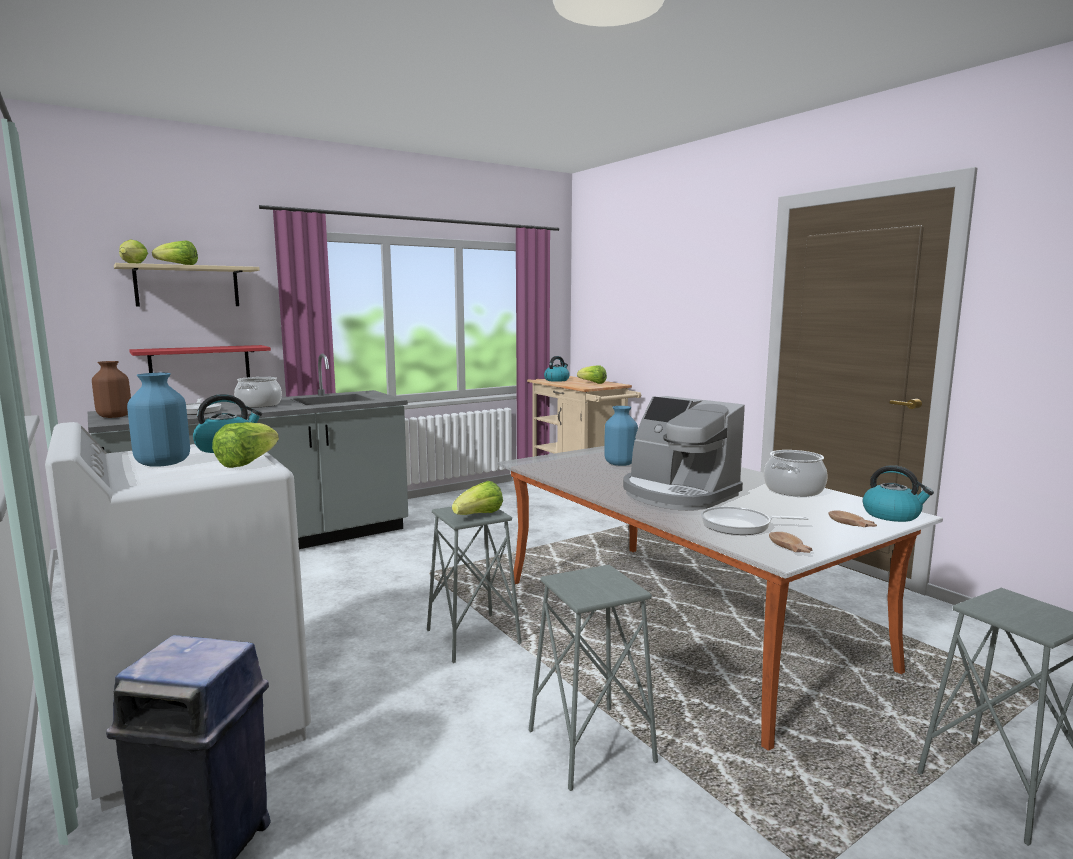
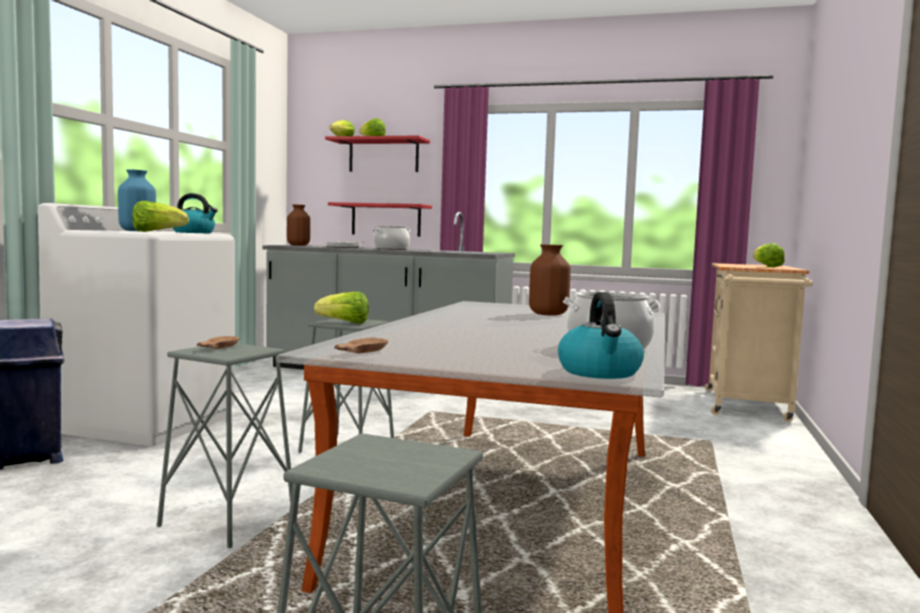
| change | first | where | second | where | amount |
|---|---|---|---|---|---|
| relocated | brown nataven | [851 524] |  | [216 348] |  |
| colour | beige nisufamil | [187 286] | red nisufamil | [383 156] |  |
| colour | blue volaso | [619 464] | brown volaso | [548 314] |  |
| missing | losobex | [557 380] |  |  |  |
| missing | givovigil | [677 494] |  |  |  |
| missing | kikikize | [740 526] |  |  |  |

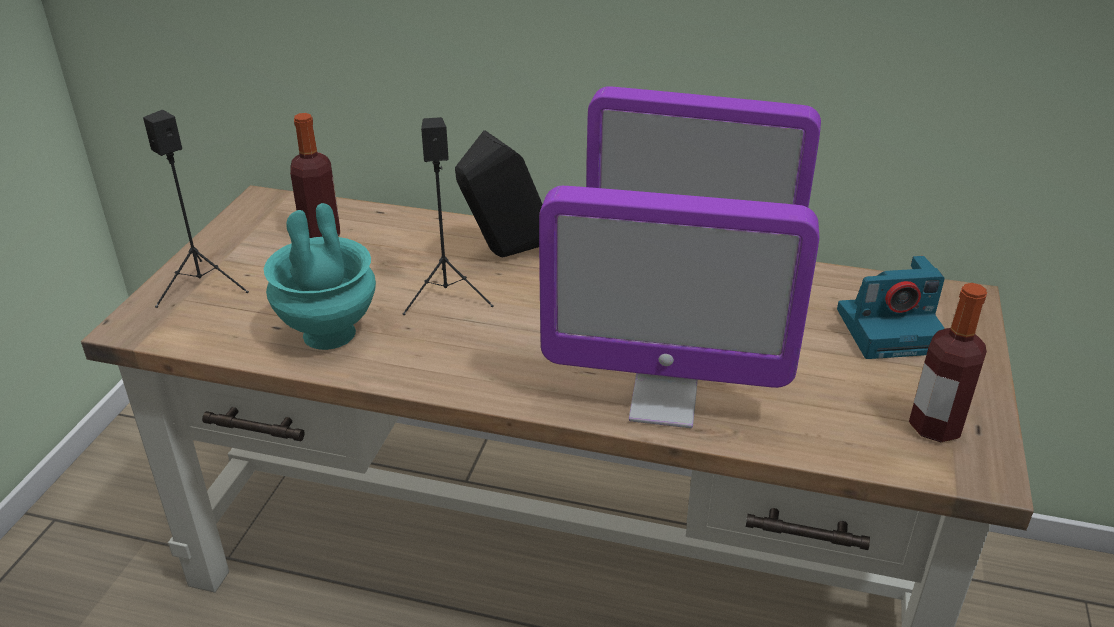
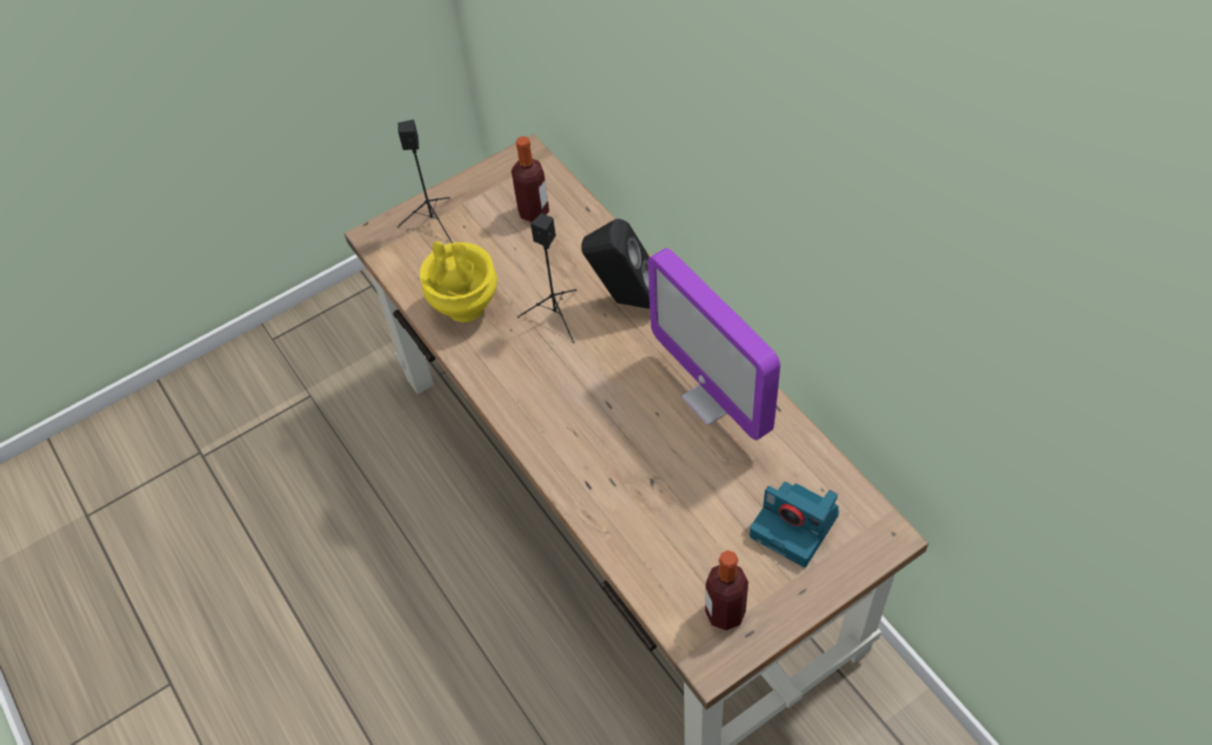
| change | first | where | second | where | amount |
|---|---|---|---|---|---|
| colour | turquoise volaso | [328 334] | yellow volaso | [464 308] |  |
| missing | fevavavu | [663 402] |  |  |  |

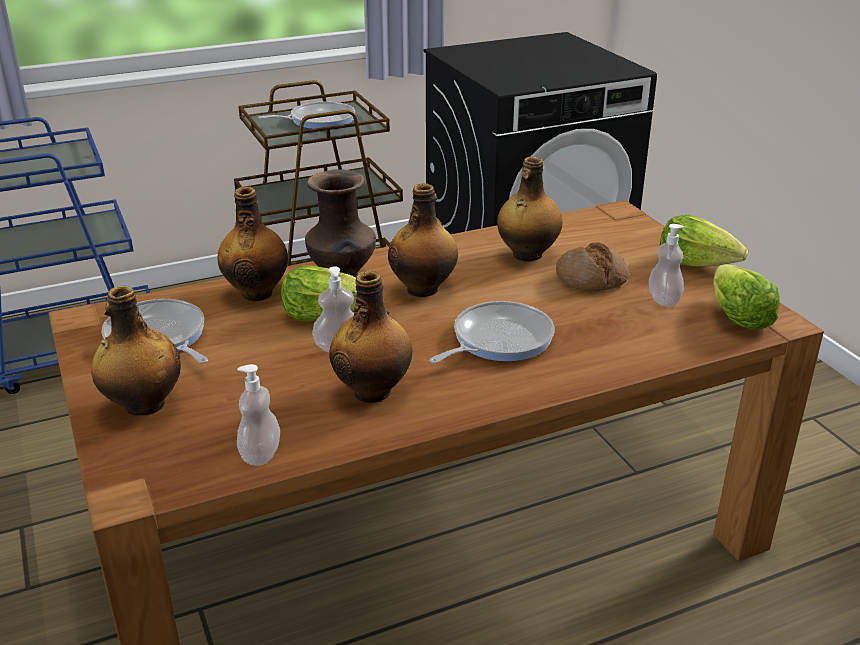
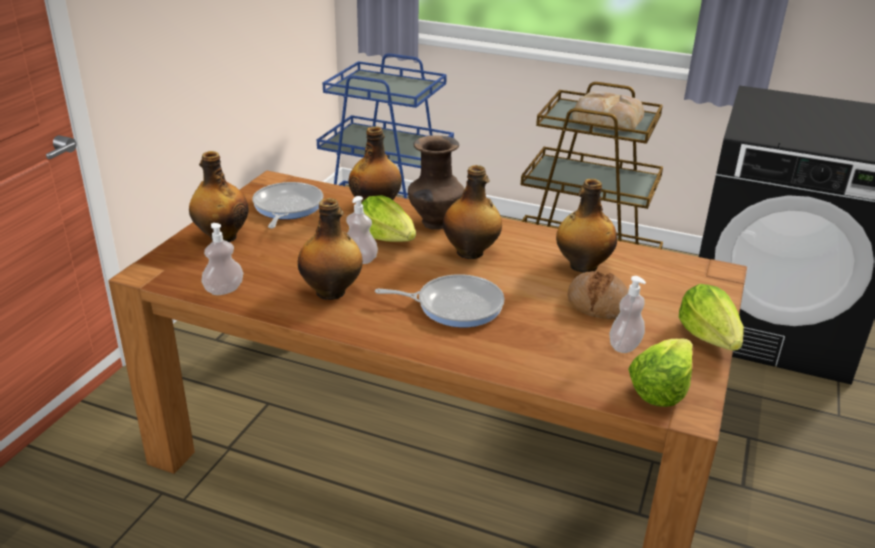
| change | first | where | second | where | amount |
|---|---|---|---|---|---|
| exchanged | kikikize | [318 121] | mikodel | [606 118] |  |

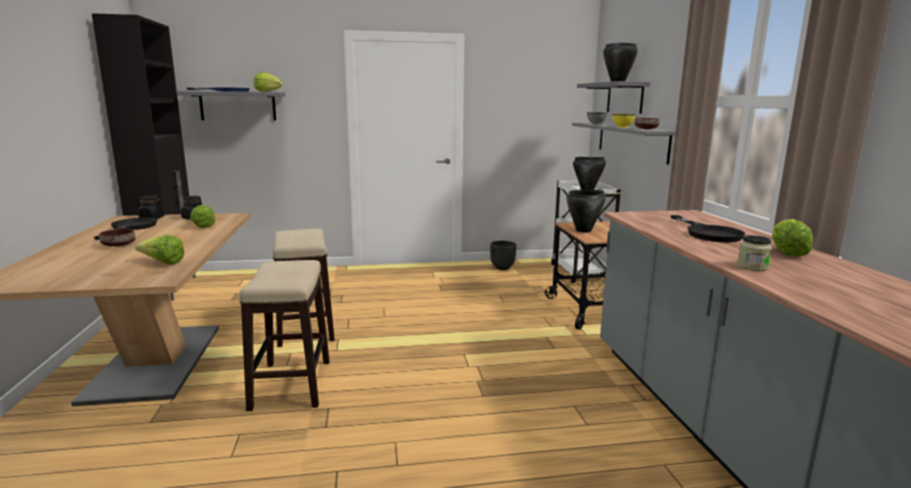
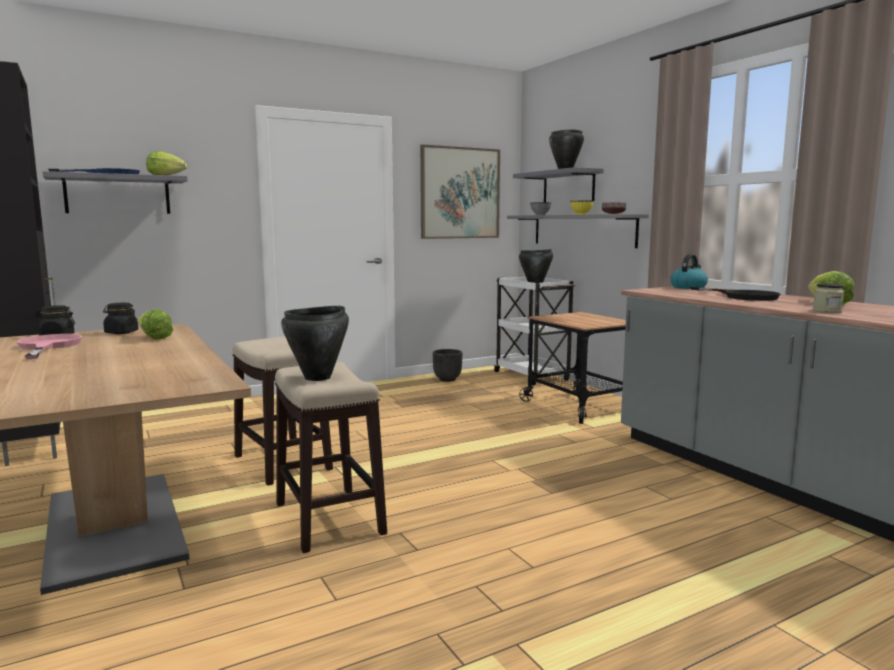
| change | first | where | second | where | amount |
|---|---|---|---|---|---|
| colour | black kikikize | [130 228] | pink kikikize | [47 347] |  |
| relocated | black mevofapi | [584 231] |  | [318 378] |  |
| appeared |  |  | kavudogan | [460 193] |  |
| appeared |  |  | losobex | [688 287] |  |
| missing | brown nataven | [119 245] |  |  |  |
| missing | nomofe | [163 263] |  |  |  |

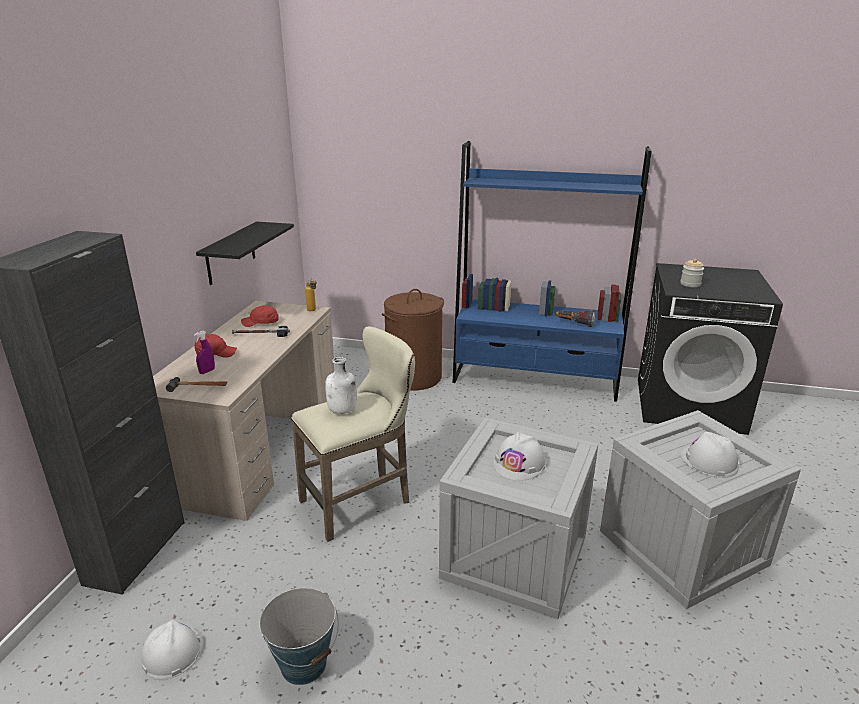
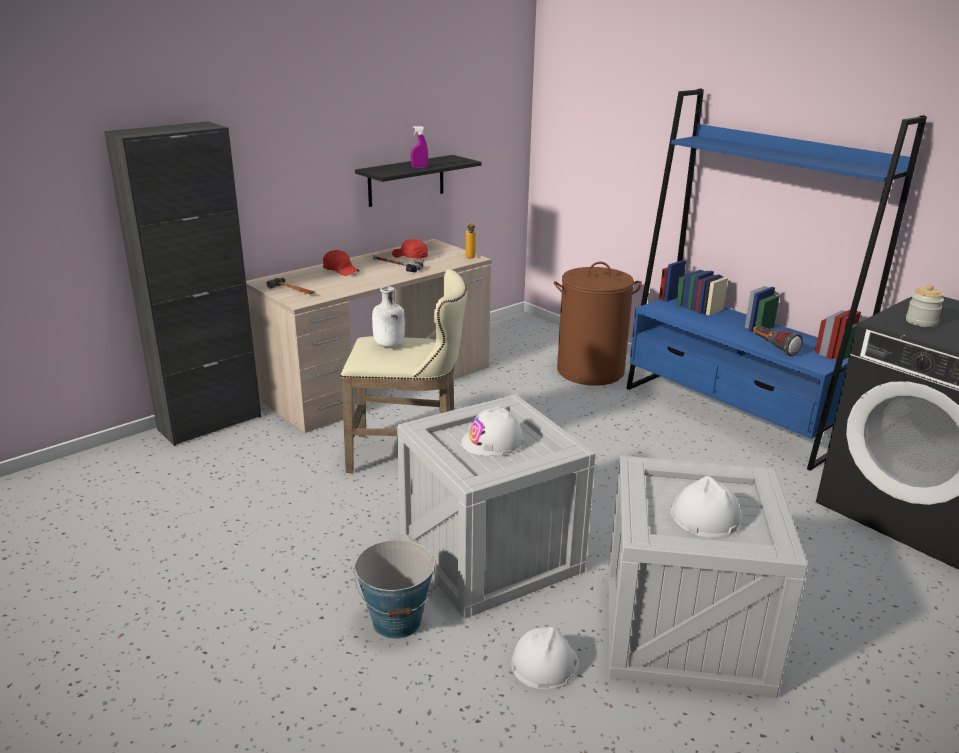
| change | first | where | second | where | amount |
|---|---|---|---|---|---|
| relocated | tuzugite | [304 664] |  | [397 621] |  |
| relocated | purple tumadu | [207 371] |  | [419 167] |  |
| relocated | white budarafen | [172 652] |  | [544 663] |  |

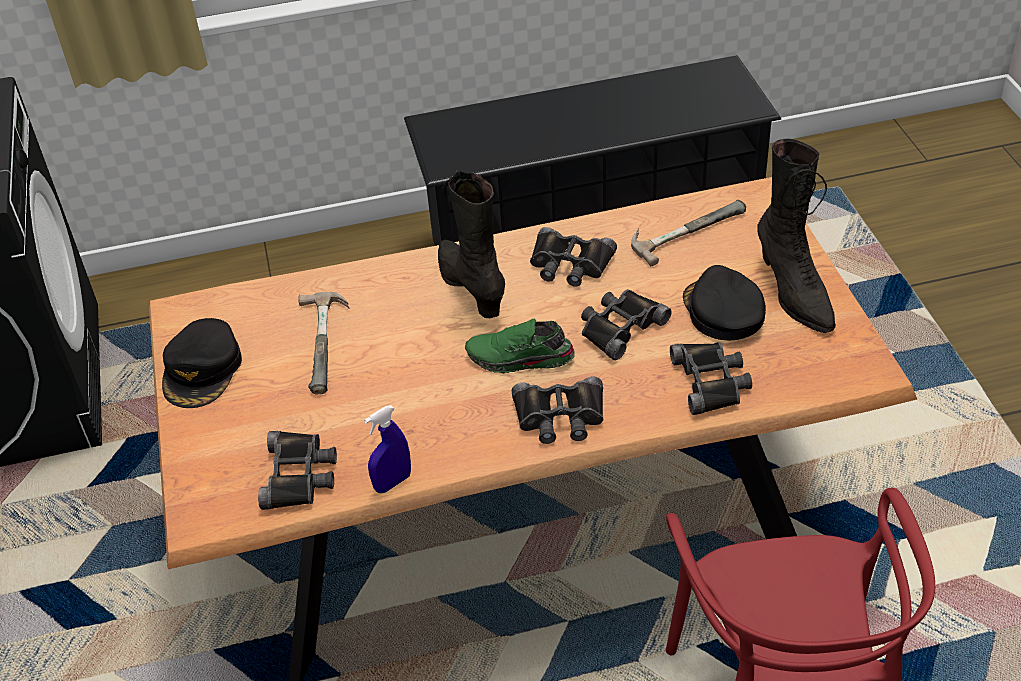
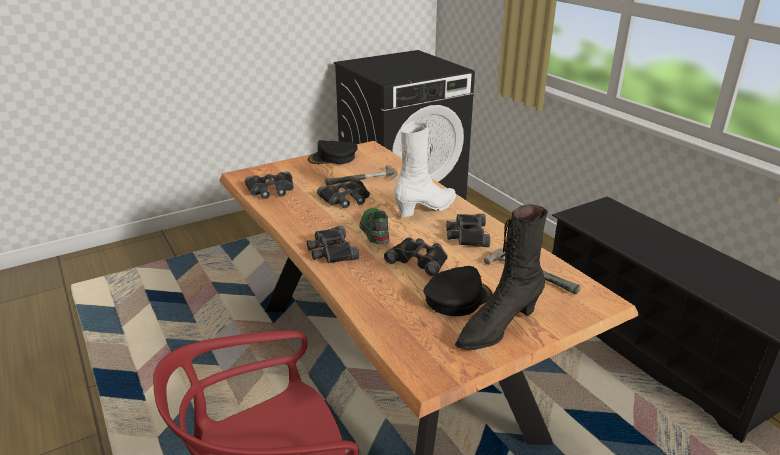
| change | first | where | second | where | amount |
|---|---|---|---|---|---|
| relocated | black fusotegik | [711 381] |  | [346 199] |  |
| colour | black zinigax | [471 287] | white zinigax | [427 209] |  |
| missing | blue tumadu | [393 482] |  |  |  |

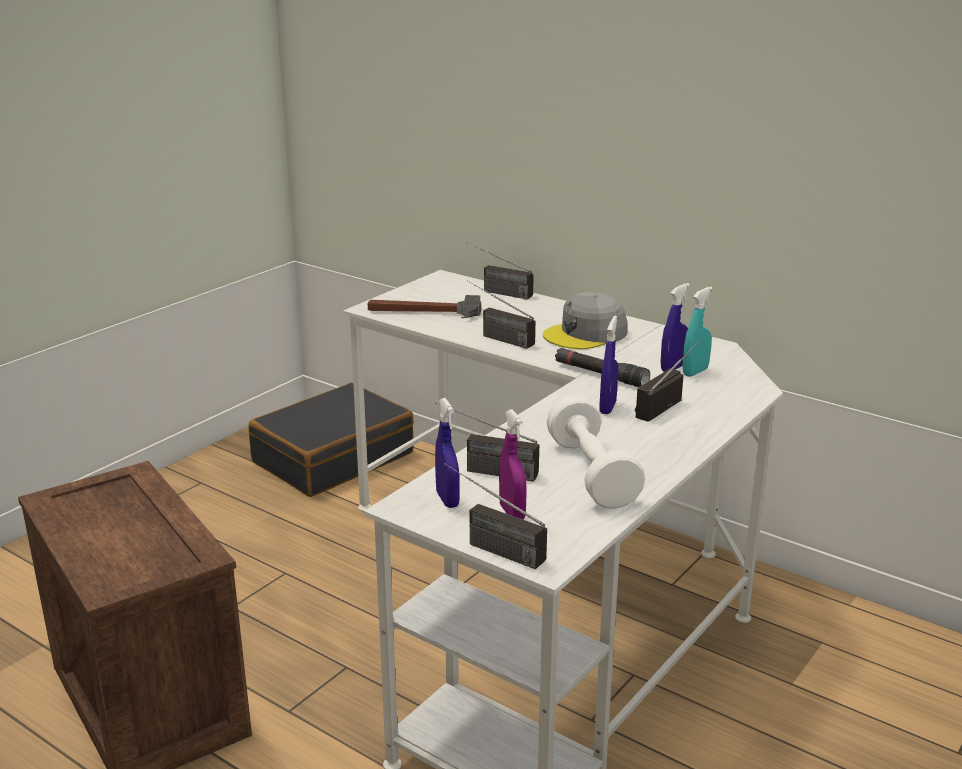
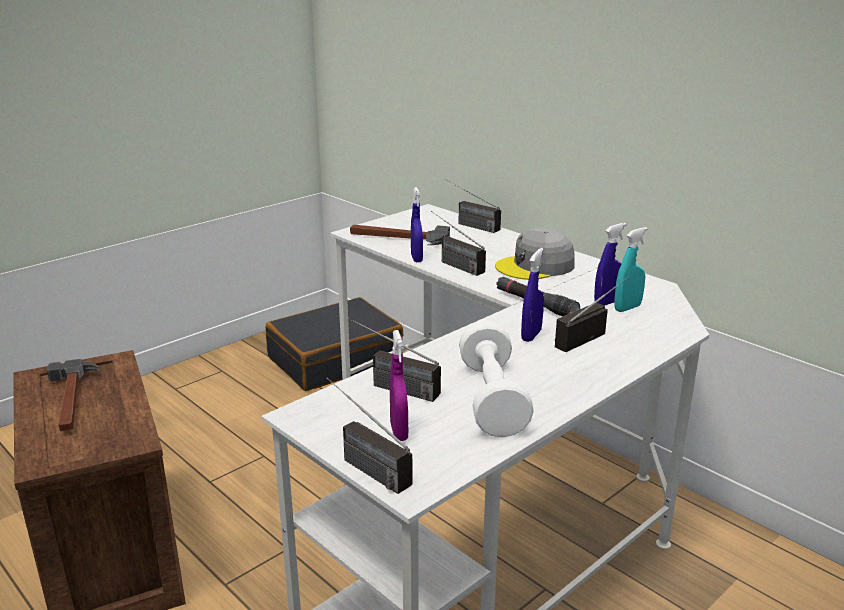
| change | first | where | second | where | amount |
|---|---|---|---|---|---|
| appeared |  |  | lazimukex | [72 399] |  |
| relocated | blue tumadu | [447 499] |  | [416 258] |  |

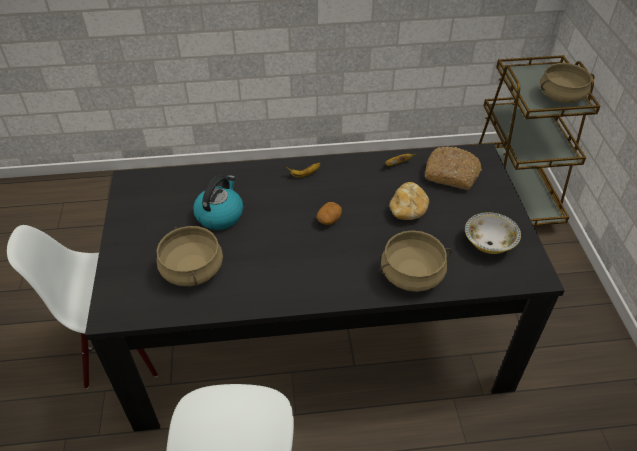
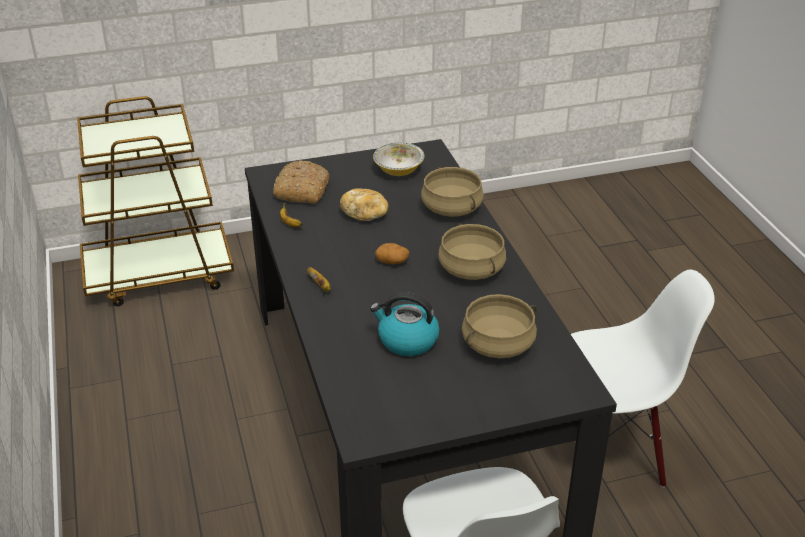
| change | first | where | second | where | amount |
|---|---|---|---|---|---|
| relocated | beige mevofapi | [561 96] |  | [472 269] |  |

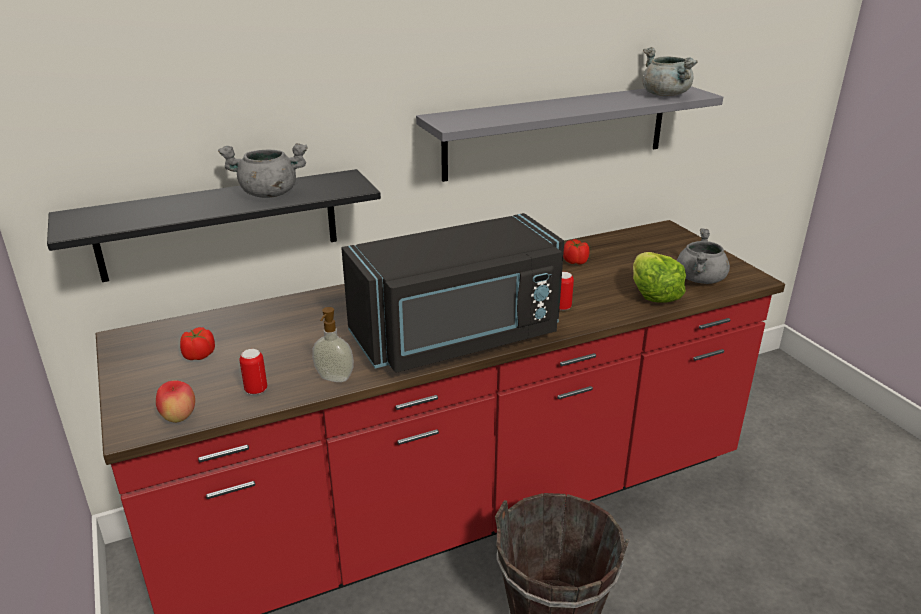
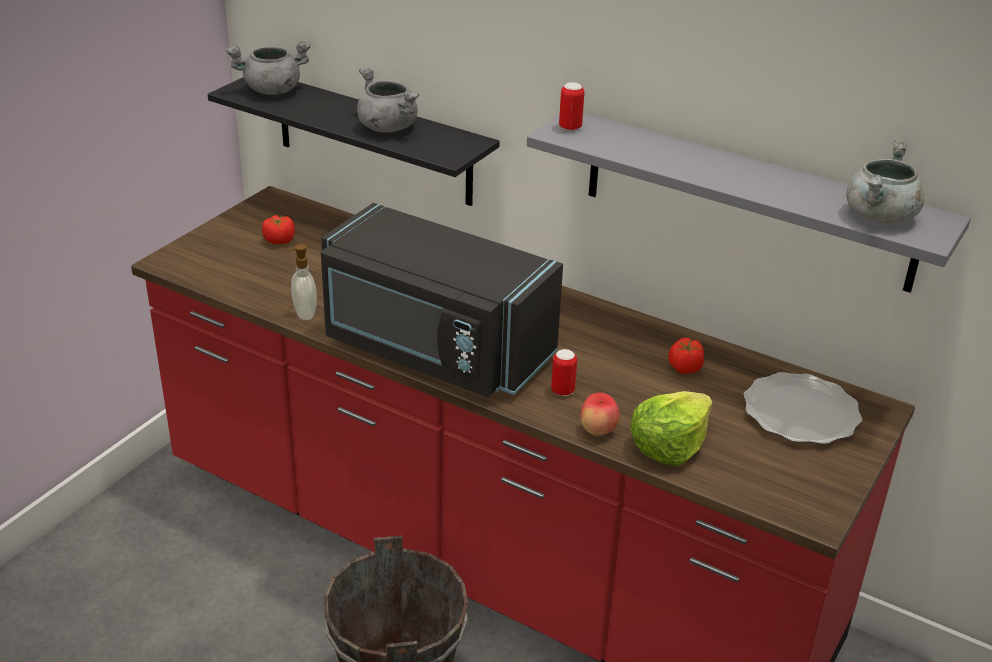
| change | first | where | second | where | amount |
|---|---|---|---|---|---|
| relocated | grey mevofapi | [700 280] |  | [272 90] |  |
| relocated | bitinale | [256 390] |  | [570 127] |  |
| relocated | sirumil | [179 418] |  | [598 431] |  |
| appeared |  |  | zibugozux | [800 412] |  |

